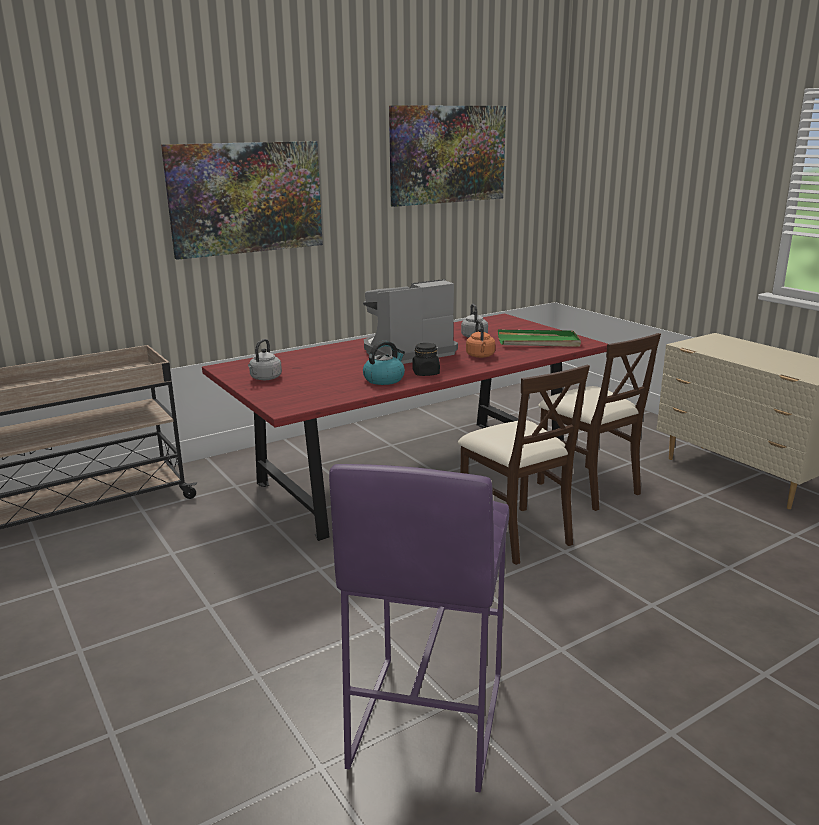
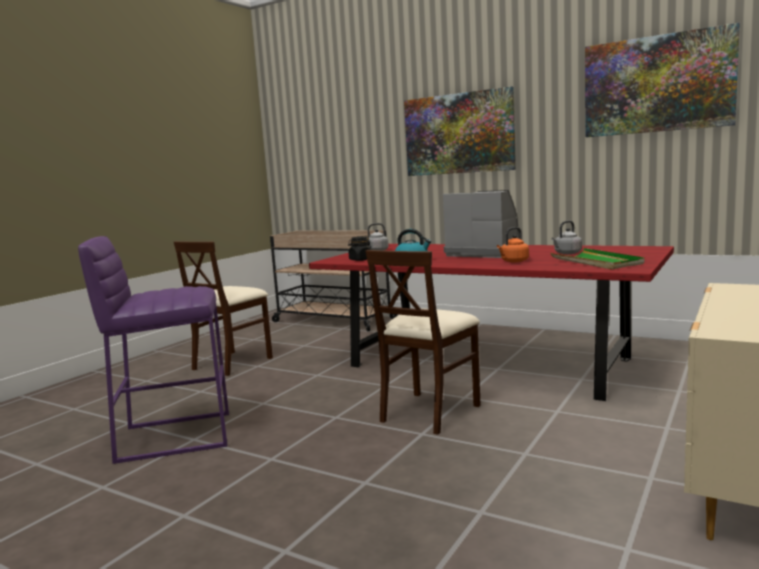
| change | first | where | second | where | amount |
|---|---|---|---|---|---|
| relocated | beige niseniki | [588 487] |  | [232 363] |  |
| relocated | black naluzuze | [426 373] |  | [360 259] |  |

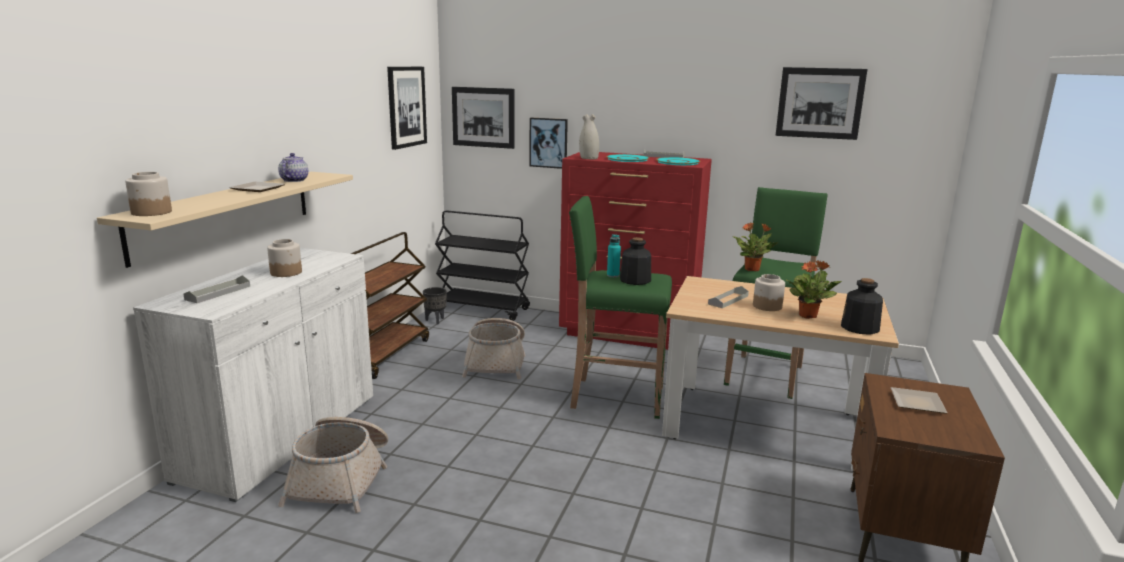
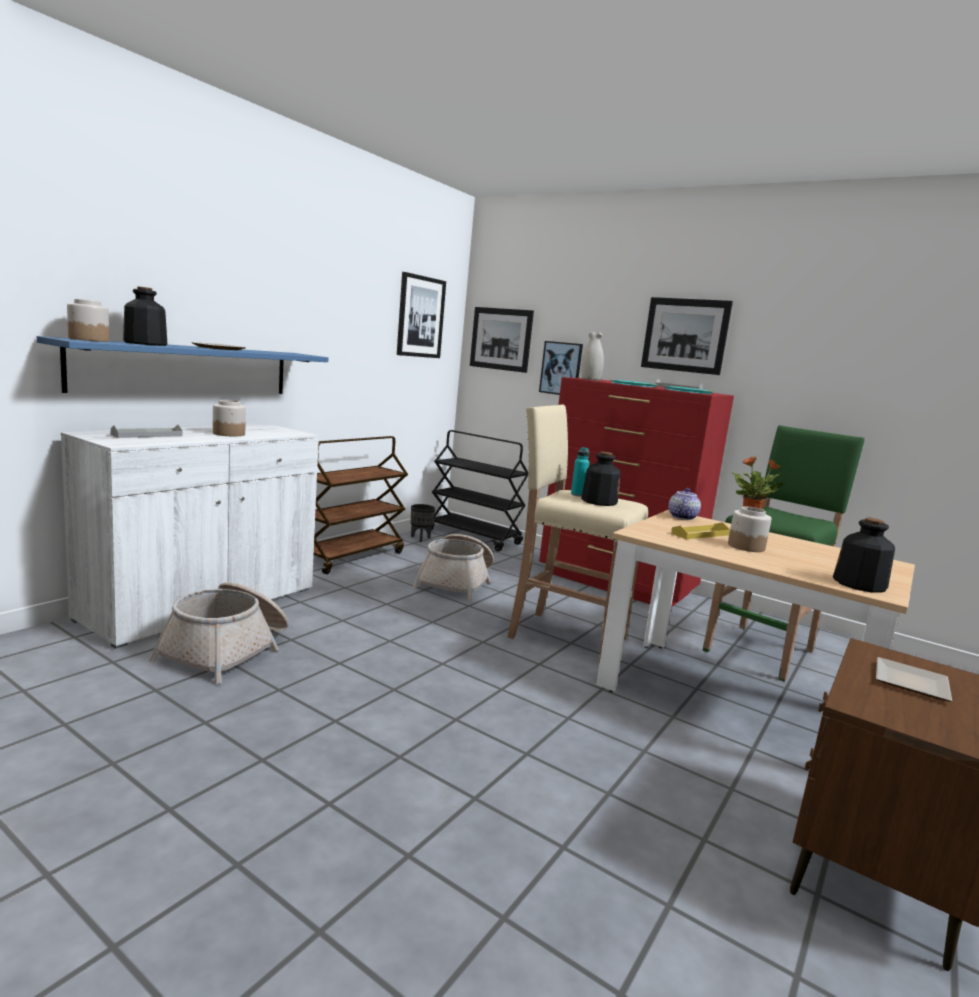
| change | first | where | second | where | amount |
|---|---|---|---|---|---|
| colour | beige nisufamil | [226 213] | blue nisufamil | [187 369] |  |
| appeared |  |  | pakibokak | [144 344] |  |
| colour | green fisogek | [615 397] | beige fisogek | [565 637] |  |
| relocated | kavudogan | [819 103] |  | [685 335] |  |
| relocated | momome | [294 180] |  | [682 517] |  |
| colour | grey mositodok | [728 300] | yellow mositodok | [700 534] |  |
| missing | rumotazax | [808 316] |  |  |  |

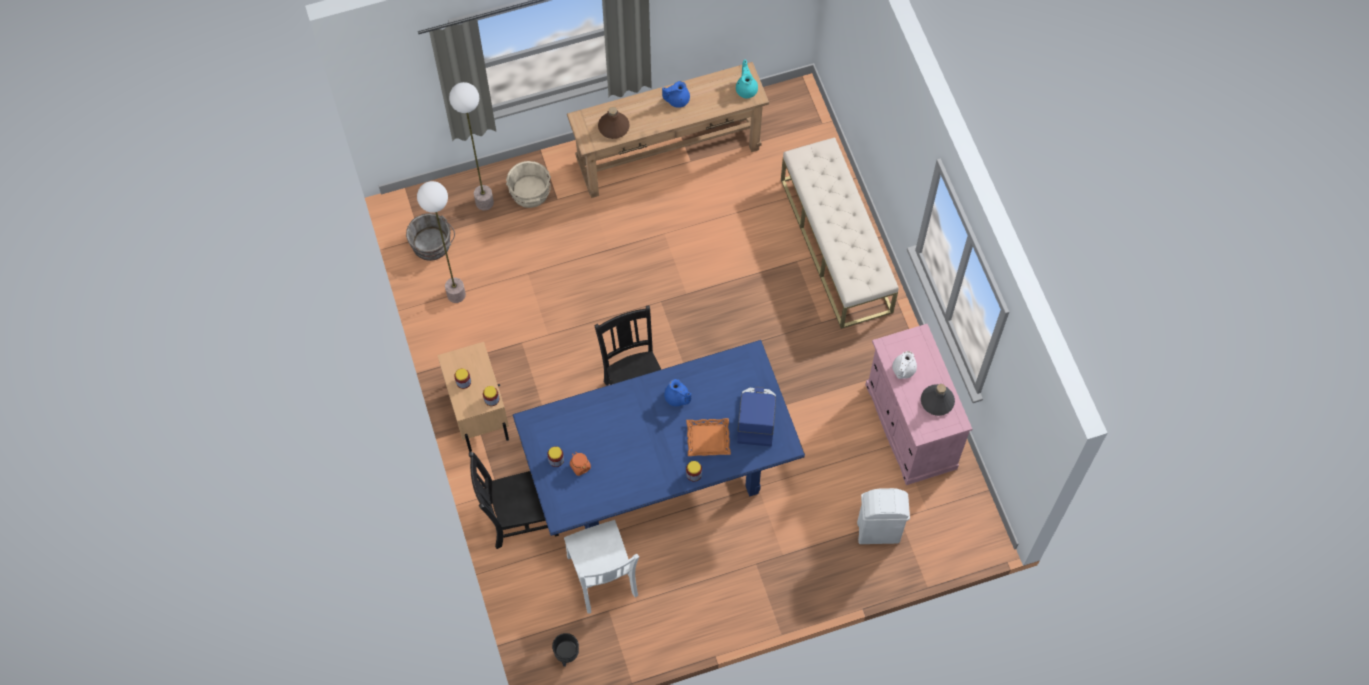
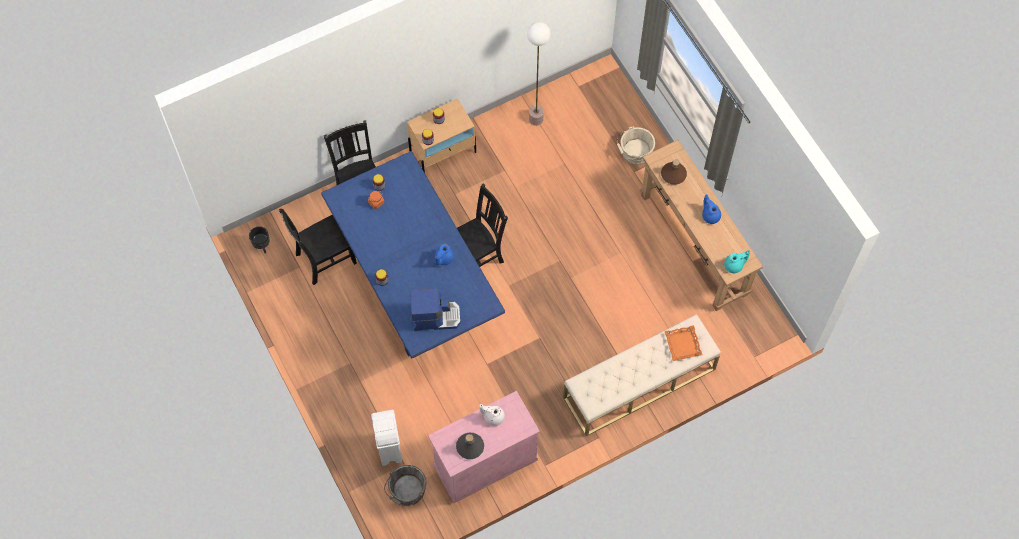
| change | first | where | second | where | amount |
|---|---|---|---|---|---|
| colour | white niseniki | [603 578] | black niseniki | [323 259] |  |
| relocated | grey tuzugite | [433 245] |  | [407 491] |  |
| relocated | orange mositodok | [708 438] |  | [683 344] |  |
| missing | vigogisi | [484 202] |  |  |  |

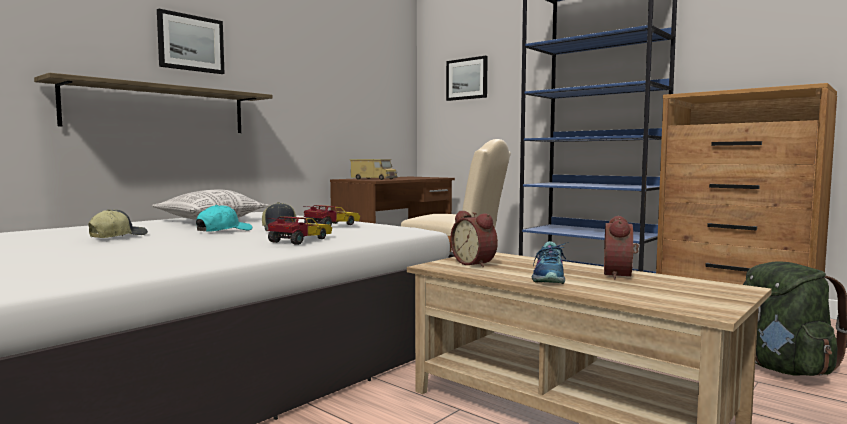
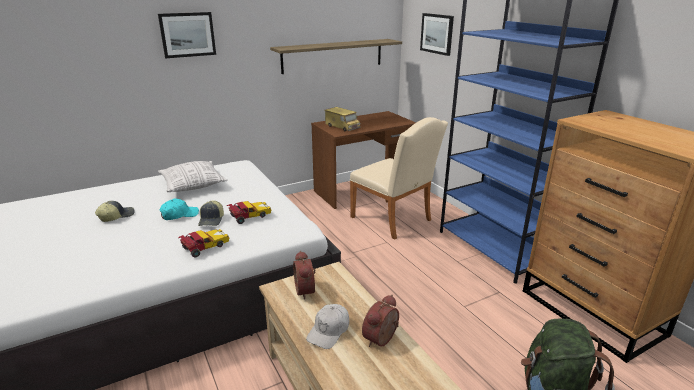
| change | first | where | second | where | amount |
|---|---|---|---|---|---|
| relocated | nisufamil | [159 109] |  | [333 56] |  |
| exchanged | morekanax | [550 277] | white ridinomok | [329 331] |  |

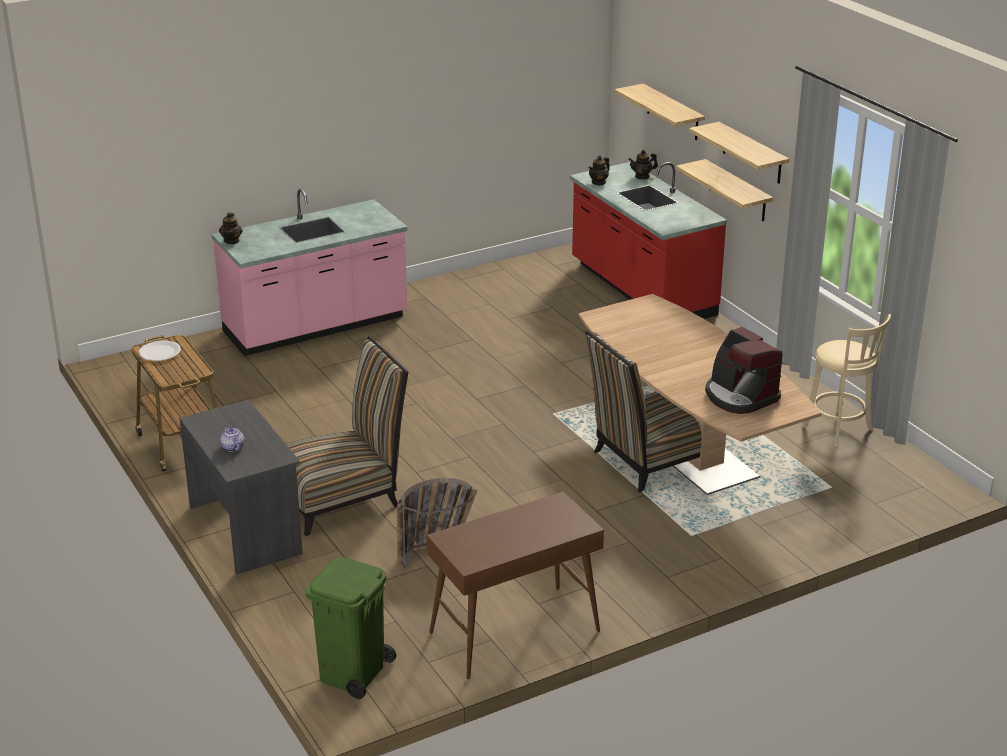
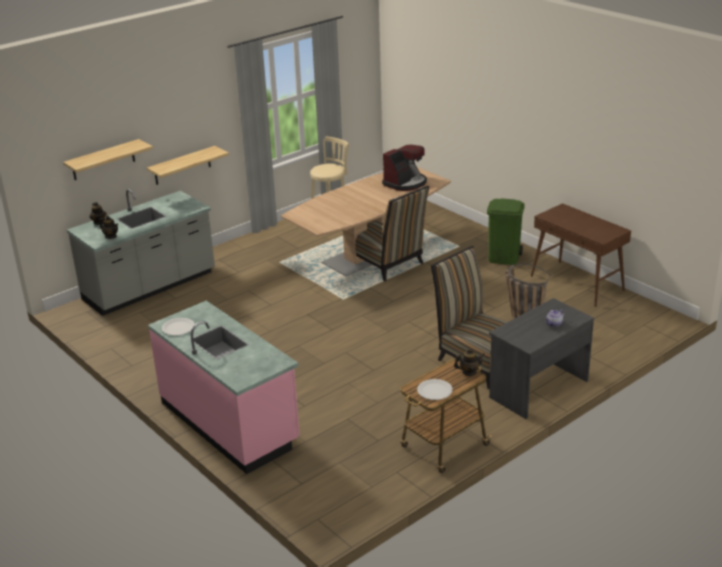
| change | first | where | second | where | amount |
|---|---|---|---|---|---|
| colour | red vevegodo | [641 290] | grey vevegodo | [150 287] |  |
| appeared |  |  | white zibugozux | [178 327] |  |
| relocated | momome | [232 241] |  | [469 372] |  |
| relocated | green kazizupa | [352 673] |  | [504 258] |  |
| missing | nisufamil | [752 153] |  |  |  |

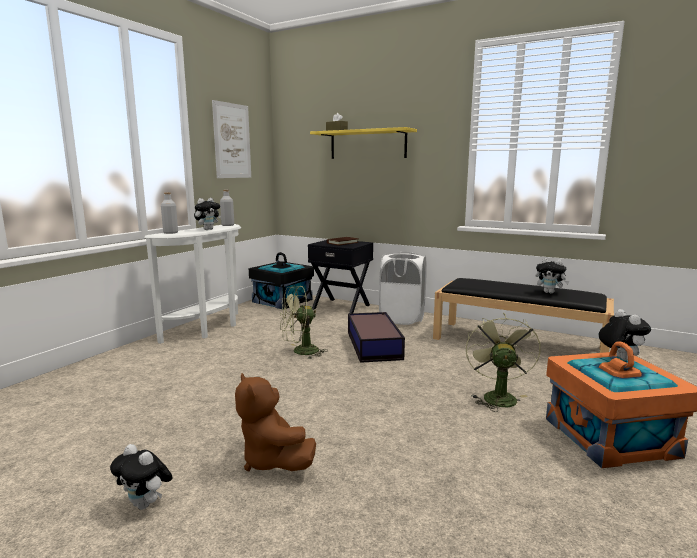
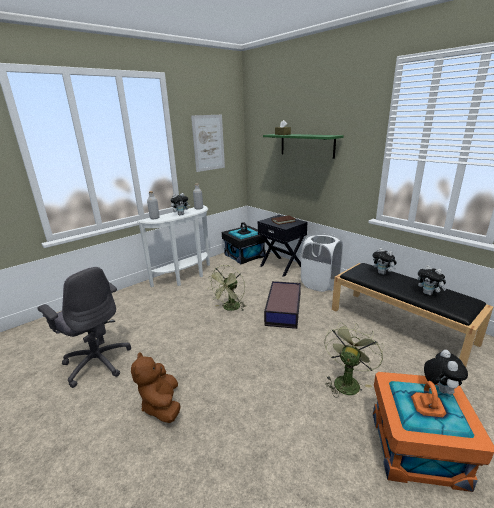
| change | first | where | second | where | amount |
|---|---|---|---|---|---|
| appeared |  |  | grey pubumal | [97 362] |  |
| spun | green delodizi | [300 352] |  | [230 308] | 60 degrees counterclockwise |
| colour | yellow nisufamil | [367 144] | green nisufamil | [306 145] |  |
| relocated | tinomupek | [146 504] |  | [382 273] |  |

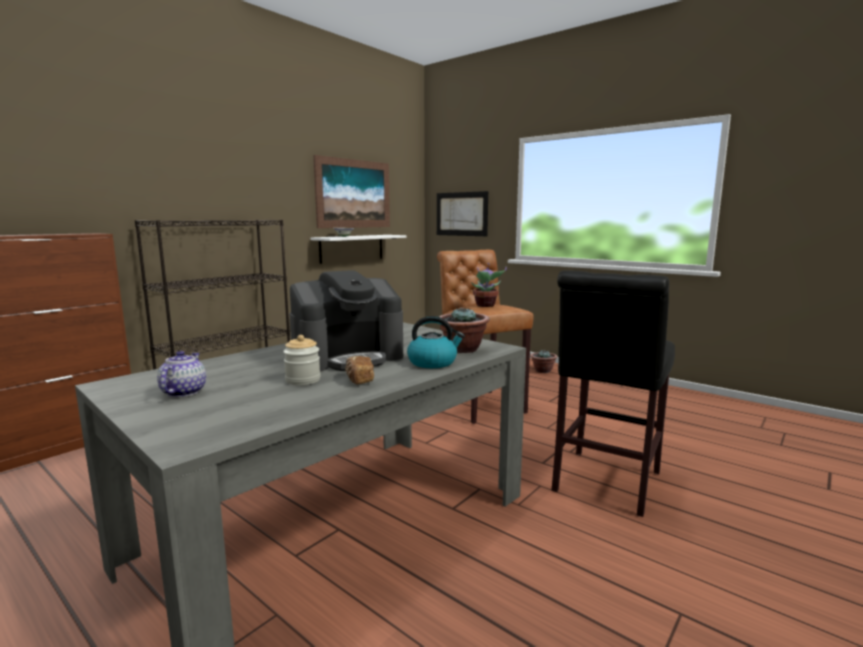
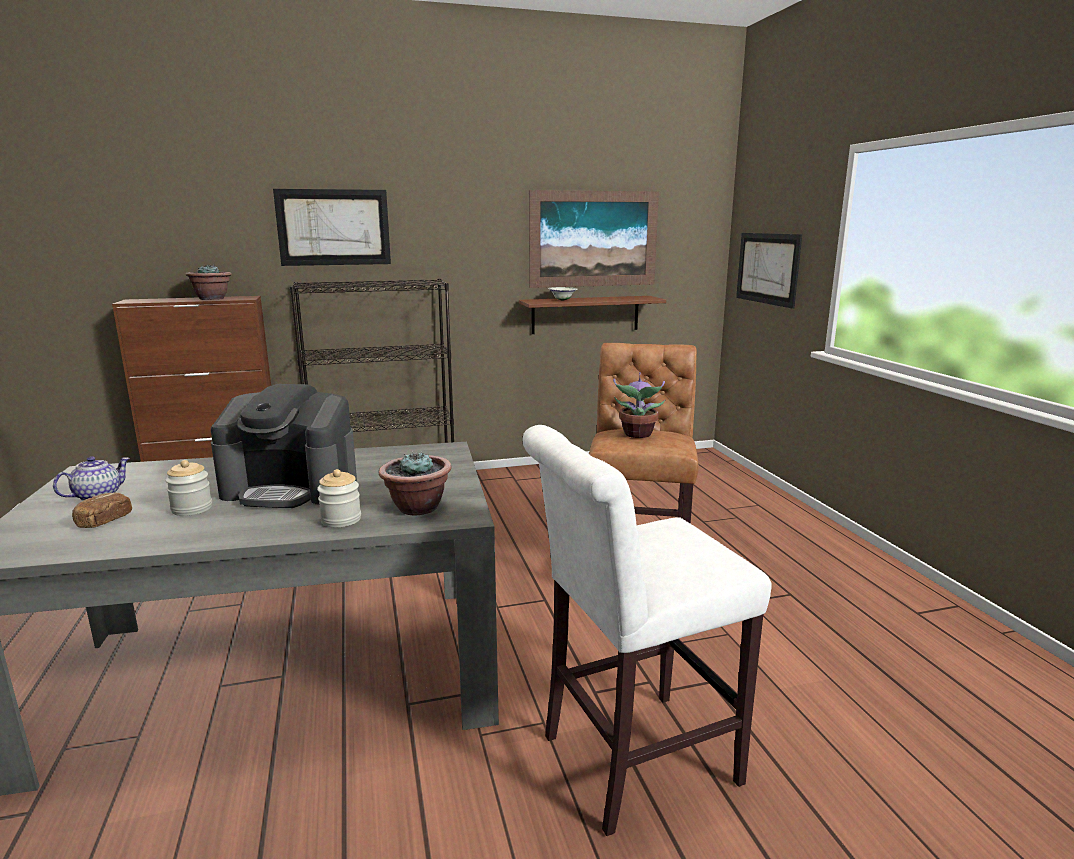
| change | first | where | second | where | amount |
|---|---|---|---|---|---|
| relocated | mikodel | [359 380] |  | [103 521] |  |
| relocated | rumotazax | [542 371] |  | [212 299] |  |
| appeared |  |  | kavudogan | [334 227] |  |
| exchanged | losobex | [433 362] | naluzuze | [341 519] |  |
| colour | white nisufamil | [352 248] | brown nisufamil | [585 314] |  |
| colour | black fisogek | [604 484] | white fisogek | [629 762] |  |

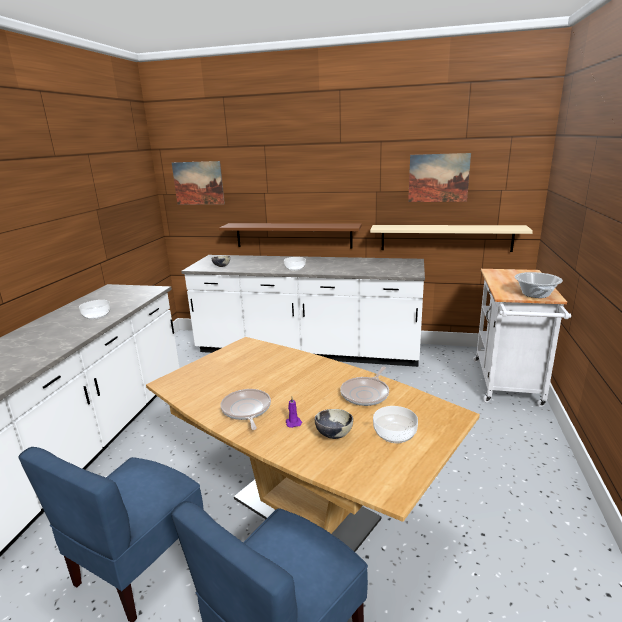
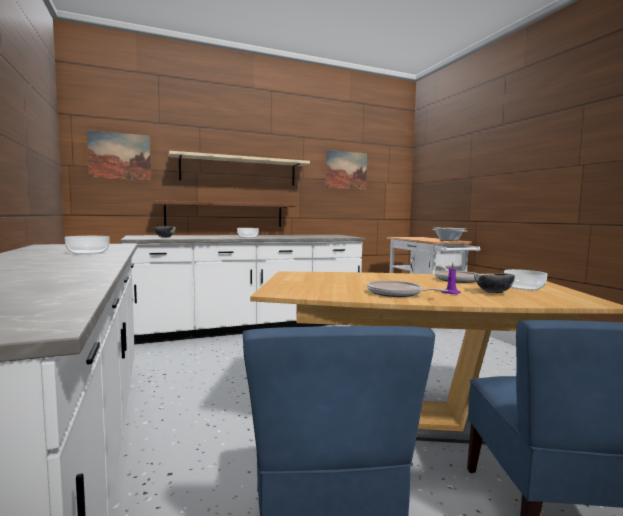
| change | first | where | second | where | amount |
|---|---|---|---|---|---|
| relocated | beige nisufamil | [446 238] |  | [239 171] |  |

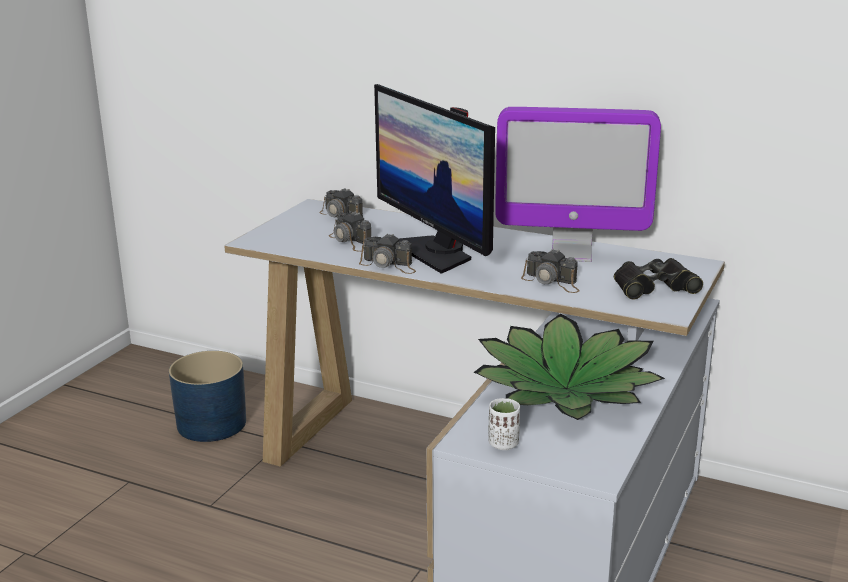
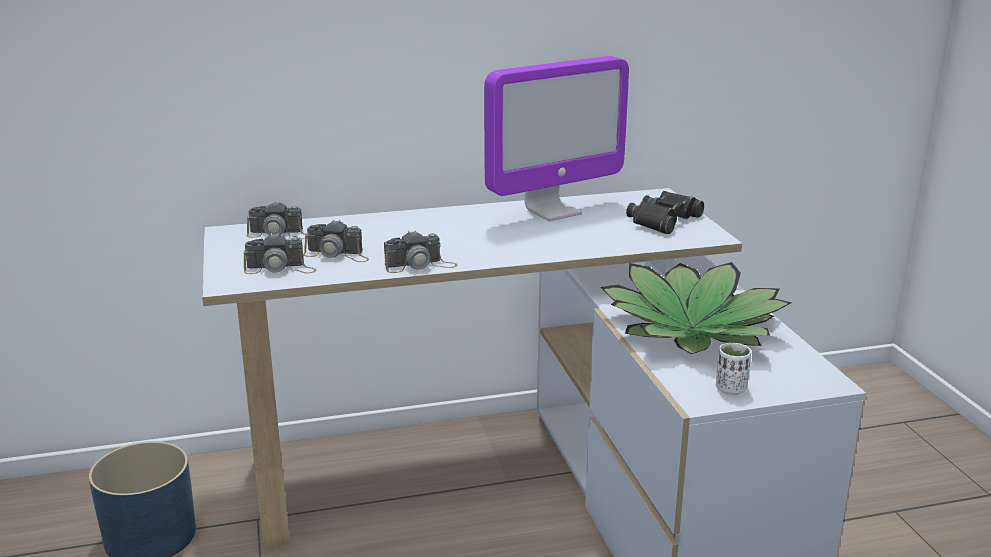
| change | first | where | second | where | amount |
|---|---|---|---|---|---|
| relocated | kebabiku | [552 282] |  | [280 268] |  |
| missing | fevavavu | [436 252] |  |  |  |

